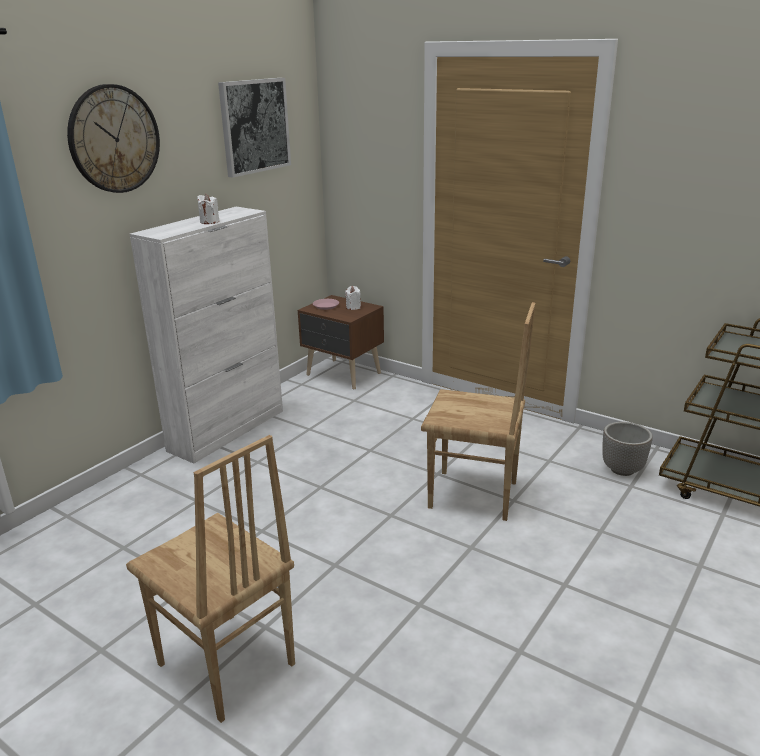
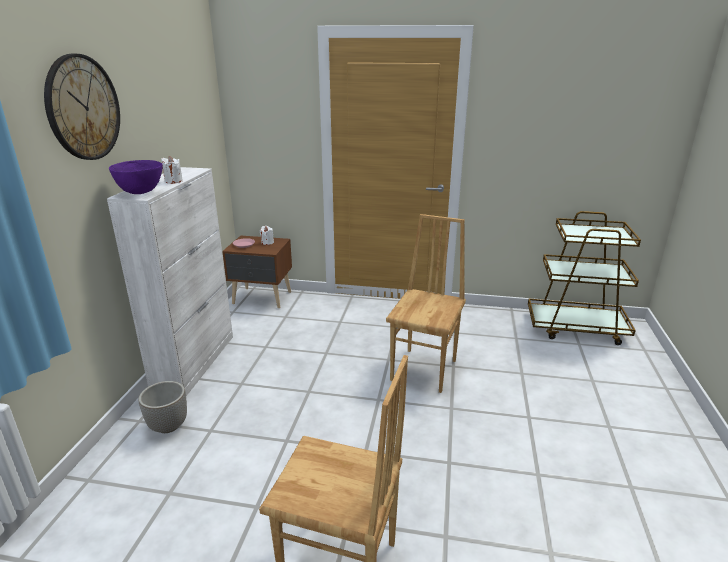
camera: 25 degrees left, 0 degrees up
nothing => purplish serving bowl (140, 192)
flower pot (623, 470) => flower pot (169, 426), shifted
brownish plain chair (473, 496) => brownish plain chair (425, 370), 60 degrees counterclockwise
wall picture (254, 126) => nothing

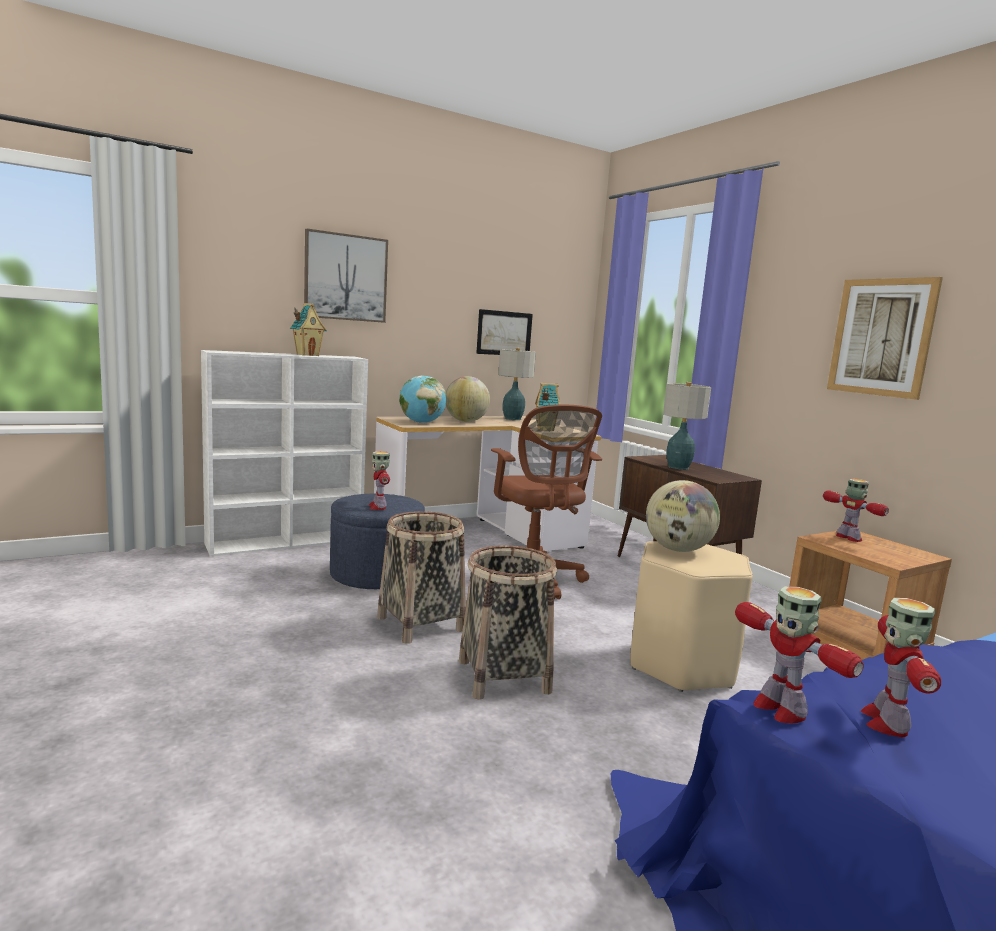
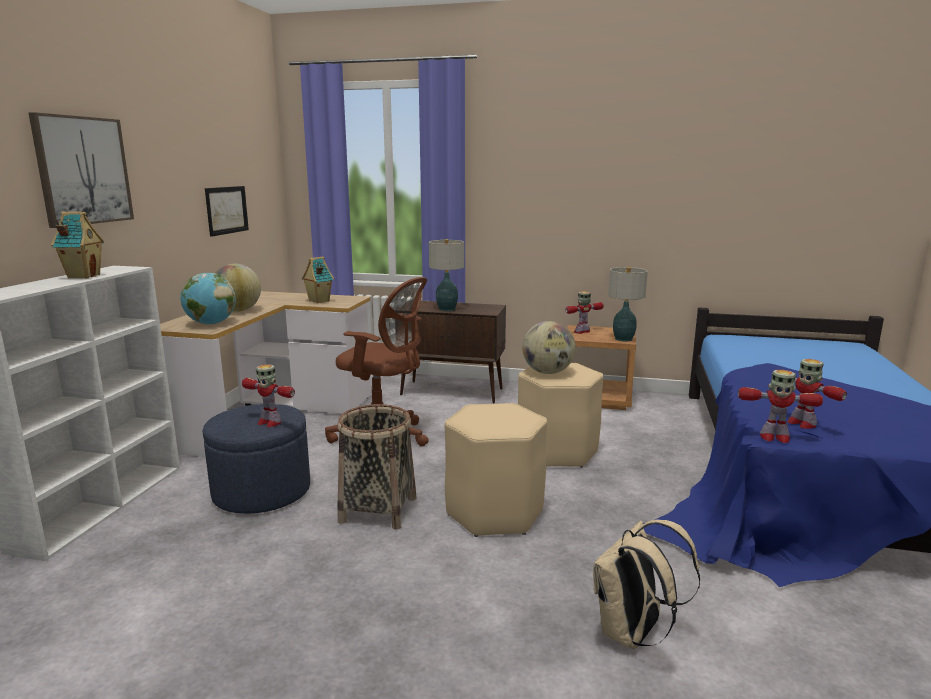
camera: 45 degrees left, 5 degrees up
household basket (504, 676) => beige sitting stool (495, 512)
robot figure (849, 538) => robot figure (582, 332), 45 degrees counterclockwise
nothing => beige rucksack (632, 634)
table lamp (513, 419) => table lamp (623, 339), shifted
wall picture (881, 337) => nothing

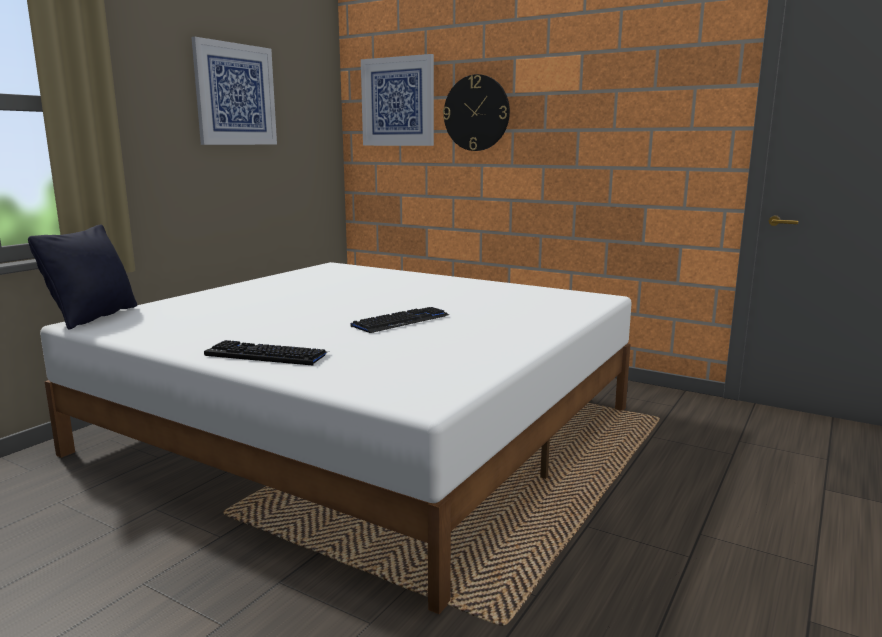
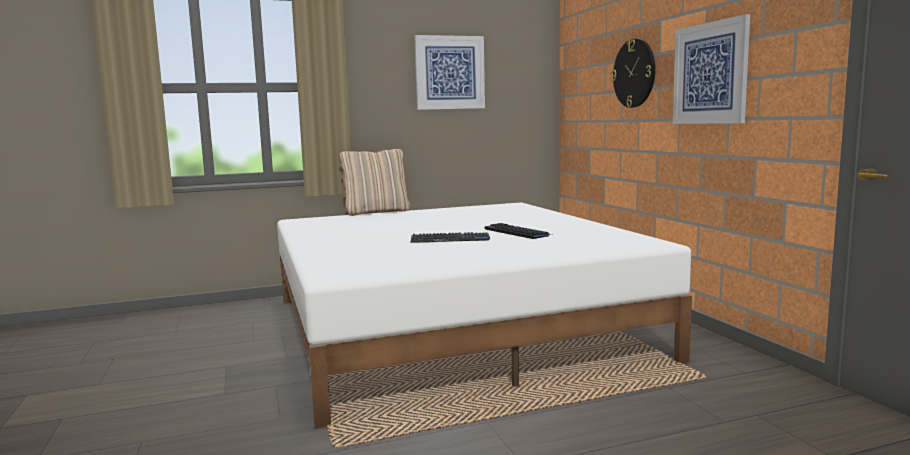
camera: 40 degrees right, 5 degrees down
nothing => beige cushion (376, 212)
PC keyboard (267, 355) => PC keyboard (516, 232), shifted
wall picture (397, 102) => wall picture (710, 73), shifted
blackish cushion (93, 317) => nothing

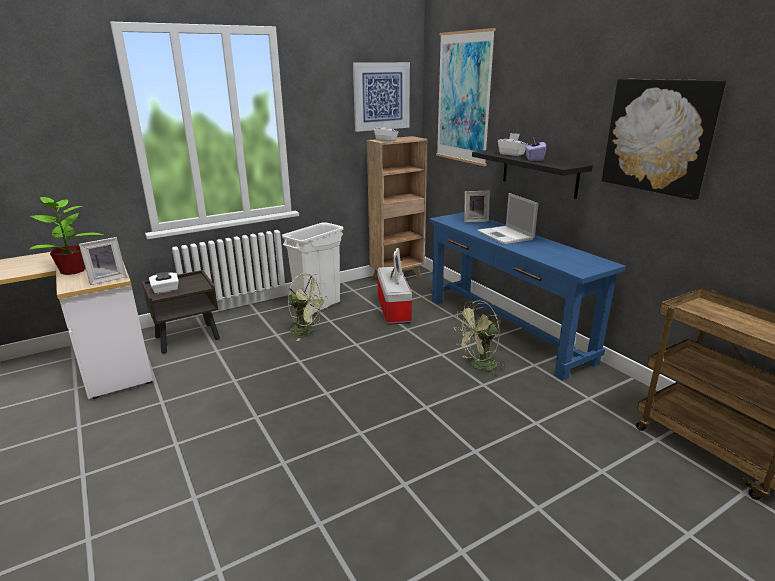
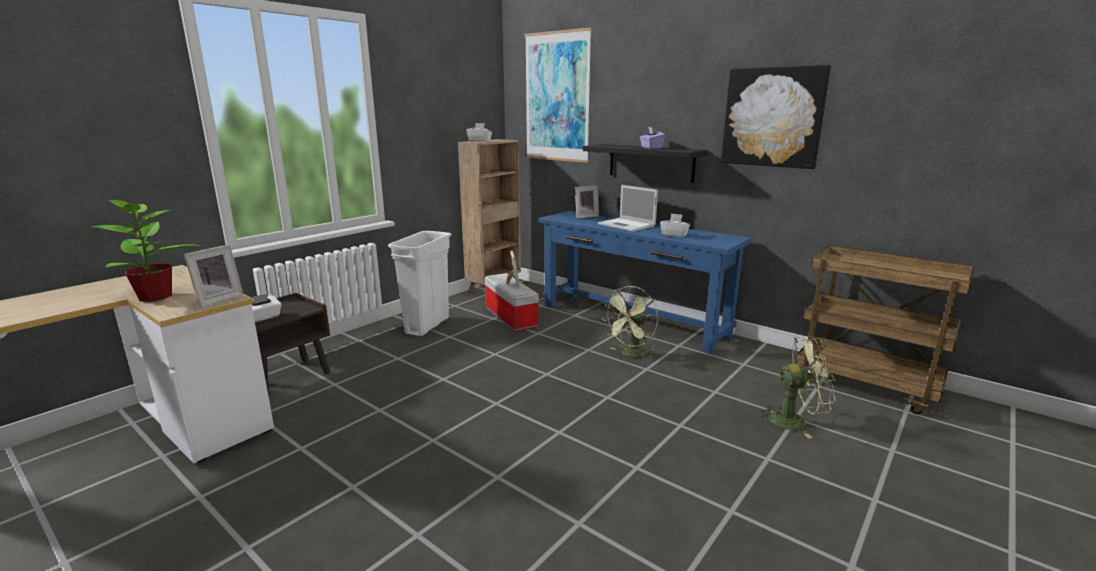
camera: 20 degrees left, 5 degrees down
white-coloured tissue holder (511, 154) => white-coloured tissue holder (674, 235), shifted
green cooling fan (307, 331) => green cooling fan (795, 420), shifted
wall picture (381, 96) => nothing

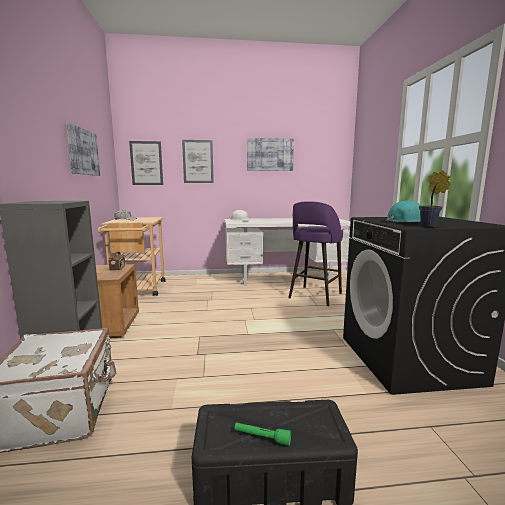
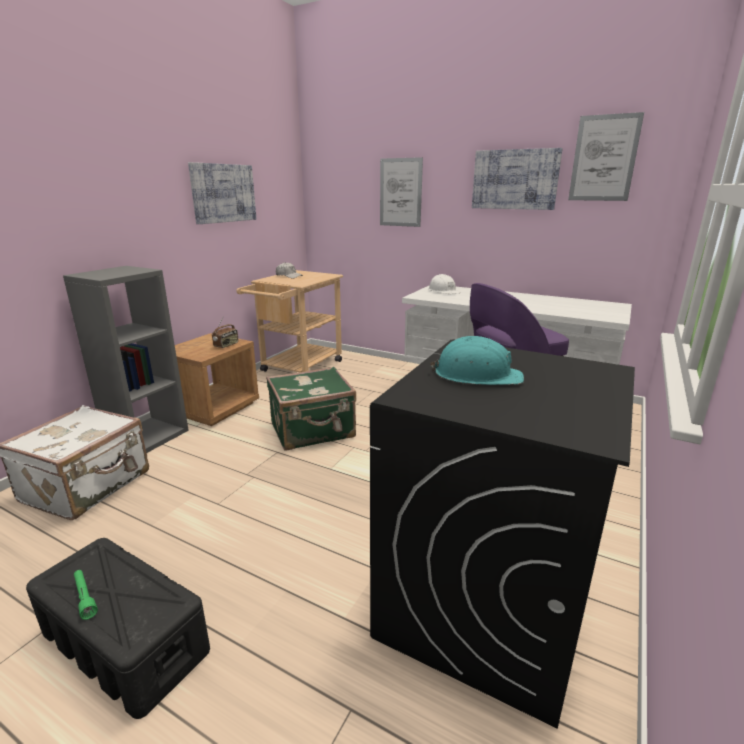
camera: 35 degrees right, 10 degrees up
nothing => green piece of luggage (313, 431)
wall picture (146, 163) => wall picture (604, 158), shifted
plant in a pot (430, 226) => nothing

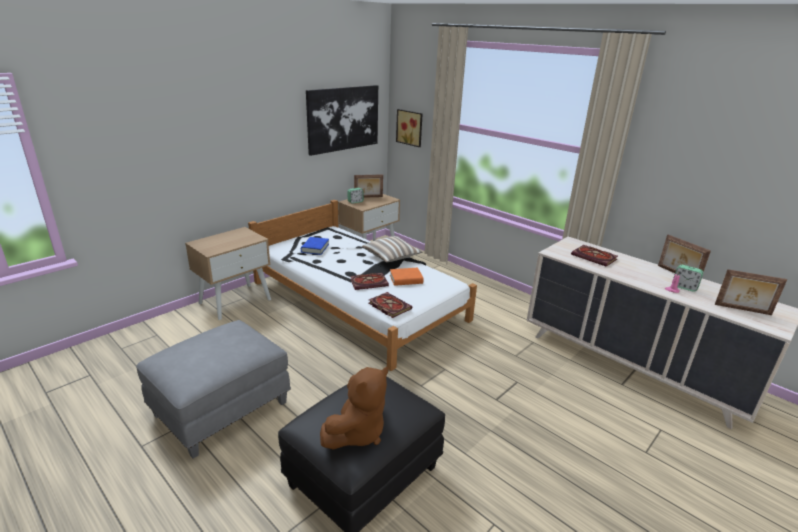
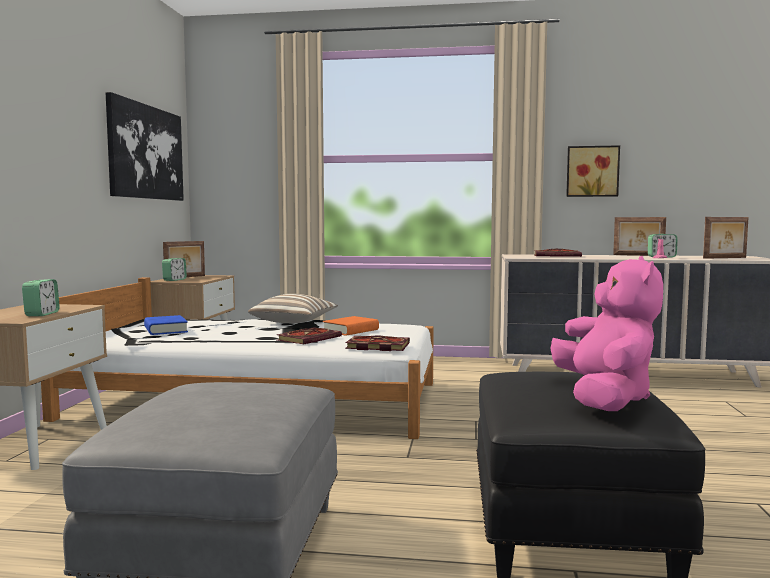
camera: 35 degrees left, 20 degrees down
nothing => alarm clock (42, 314)
brownish cuddly toy (357, 432) => pink-coloured cuddly toy (604, 398)
wall picture (410, 127) => wall picture (592, 171), shifted

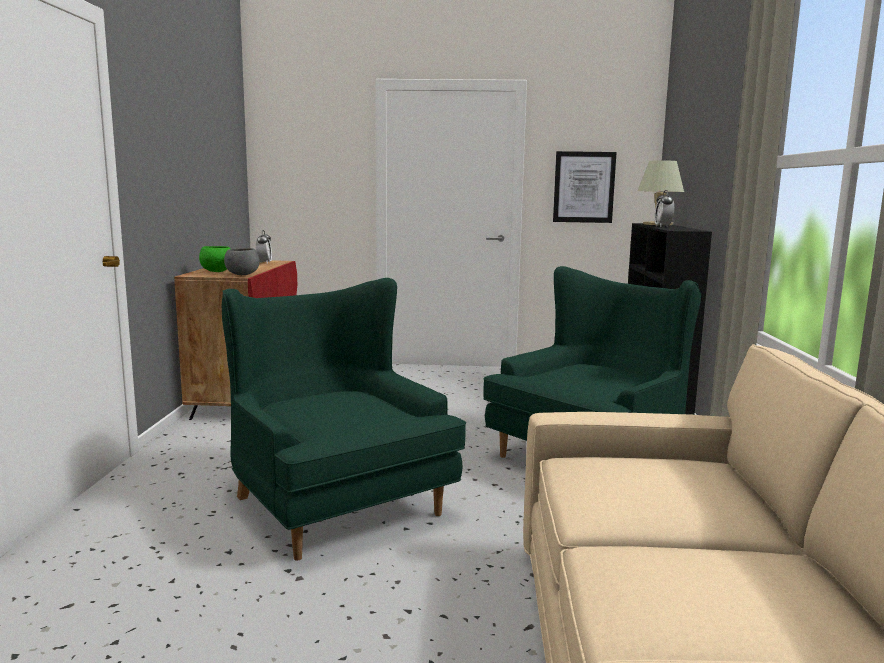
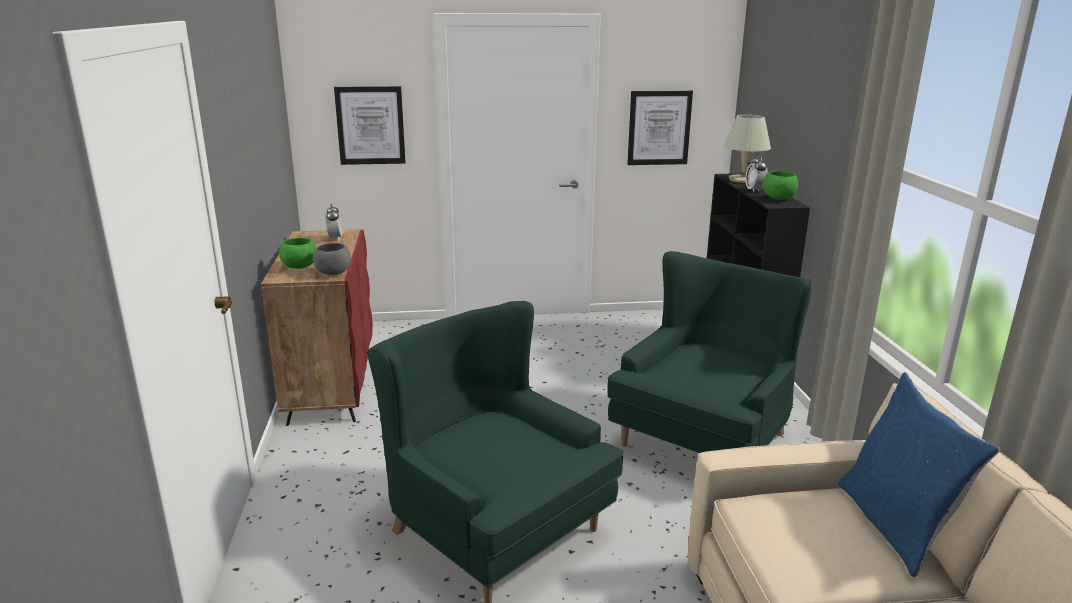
camera: 10 degrees left, 10 degrees up
nothing => wall picture (370, 125)
nothing => green serving bowl (778, 199)
nothing => blue cushion (896, 525)

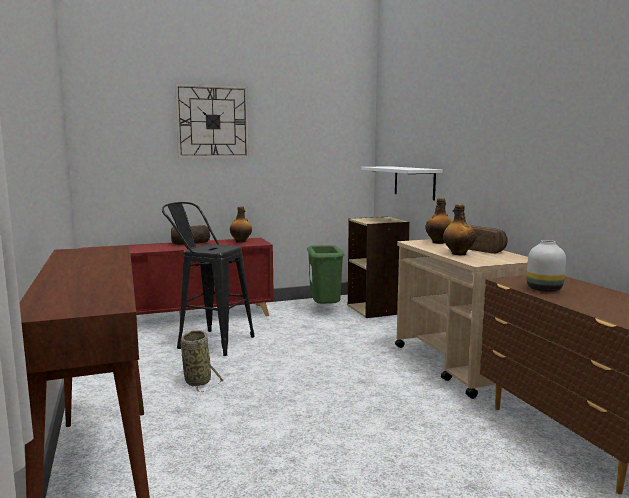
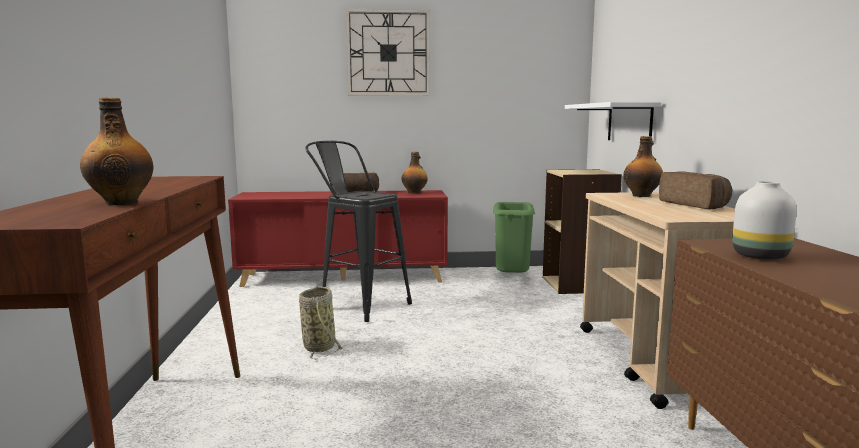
camera: 15 degrees right, 0 degrees up
beverage bottle (458, 254) => beverage bottle (122, 202), shifted

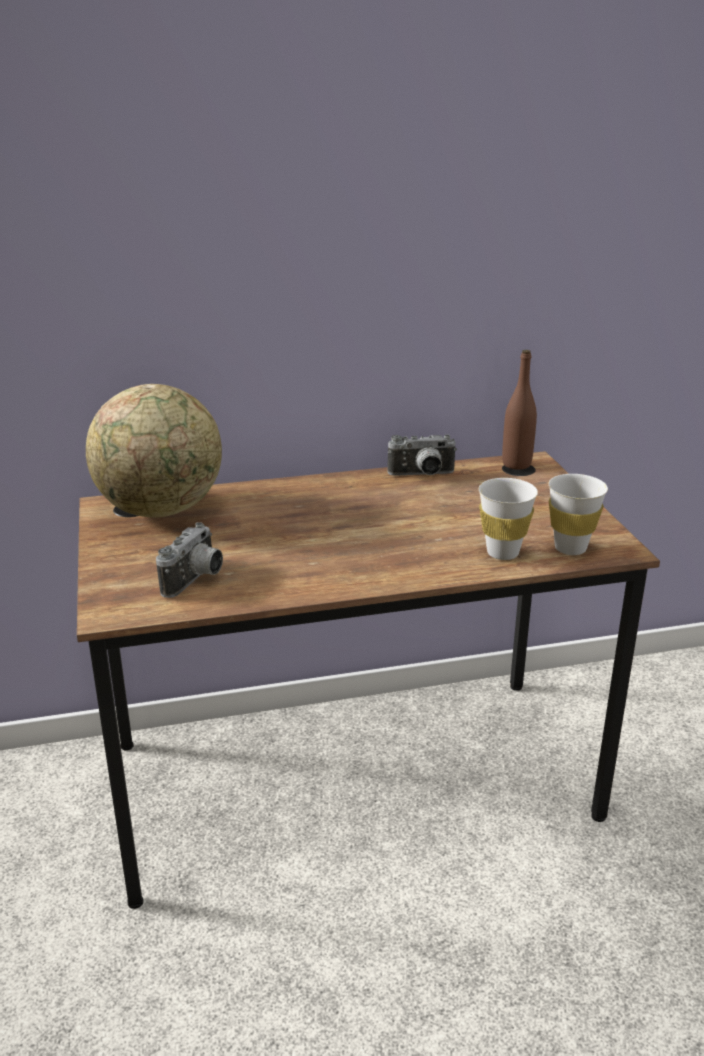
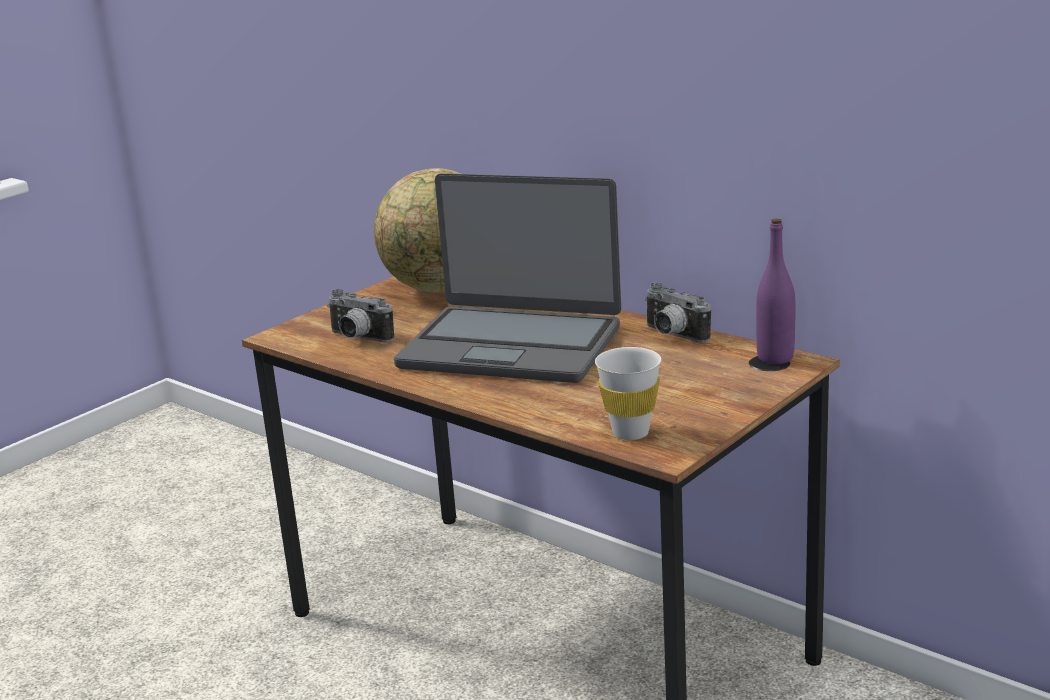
camera: 55 degrees right, 5 degrees down
photo camera (196, 580) => photo camera (357, 338), 45 degrees clockwise
nothing => notebook computer (511, 346)
brownish beverage bottle (516, 464) => purplish beverage bottle (775, 358)
white-coloured small cup (502, 553) => nothing

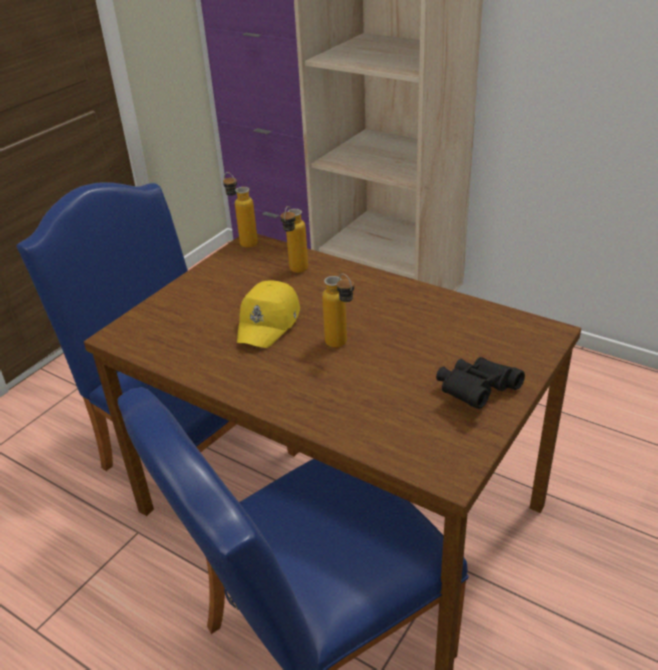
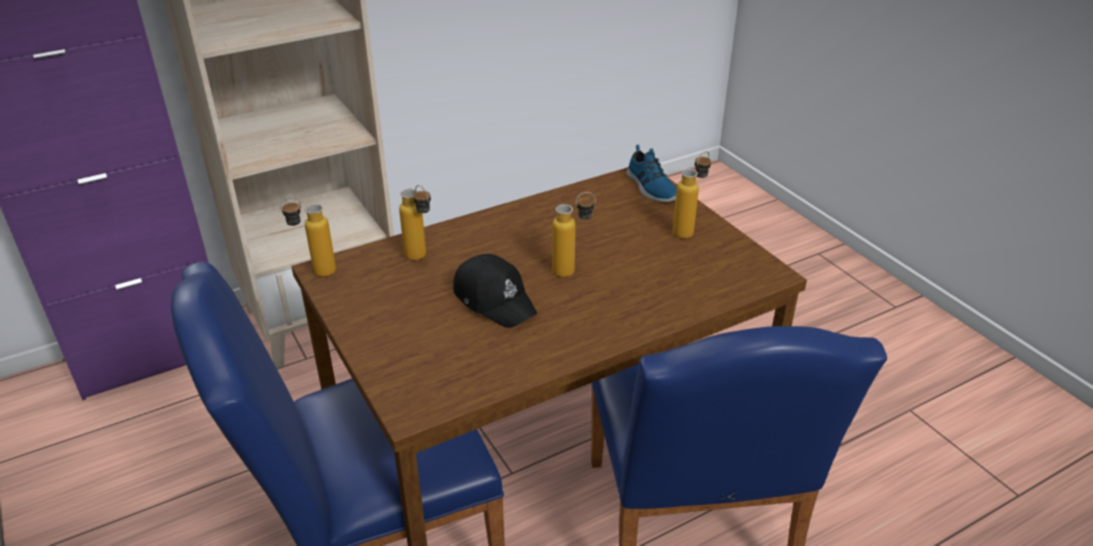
camera: 65 degrees left, 0 degrees up
yellow-coloured cap (269, 323) => blackish cap (495, 299)
nothing => low shoe (651, 188)
blackish binoculars (476, 392) => beverage bottle (688, 230)

